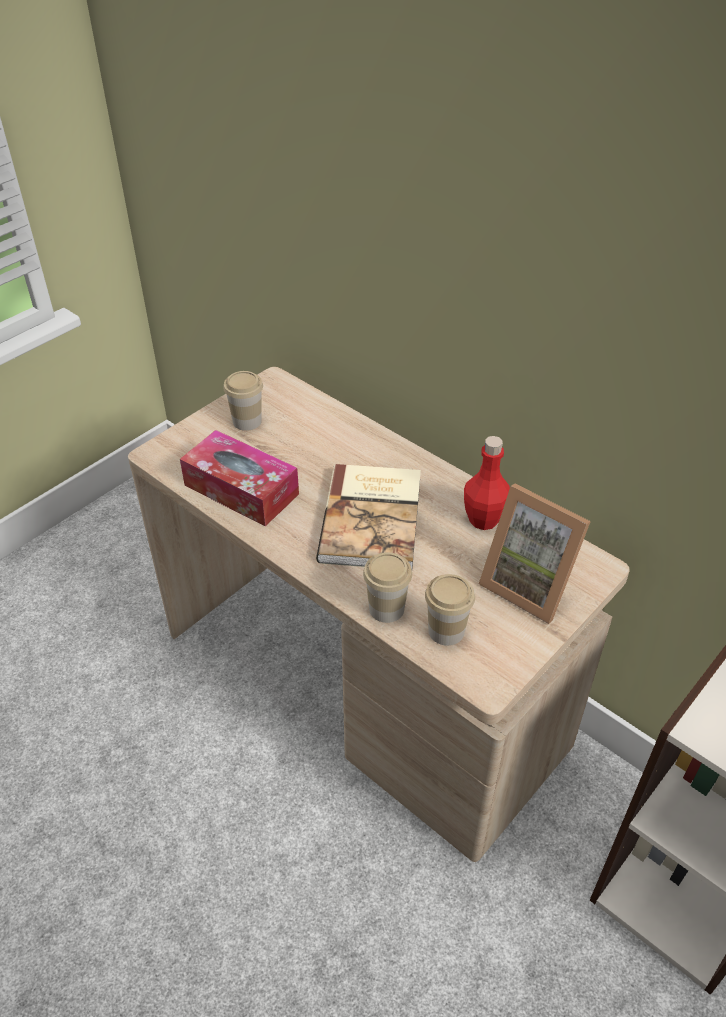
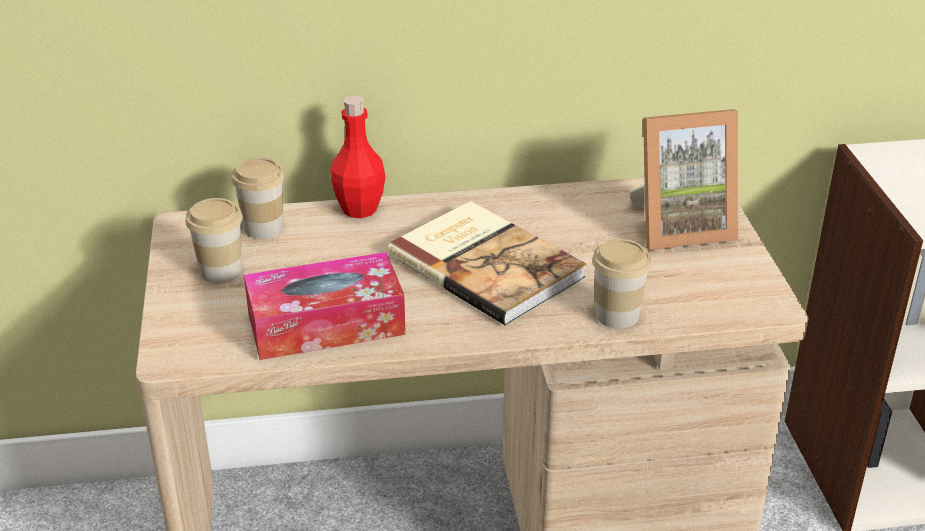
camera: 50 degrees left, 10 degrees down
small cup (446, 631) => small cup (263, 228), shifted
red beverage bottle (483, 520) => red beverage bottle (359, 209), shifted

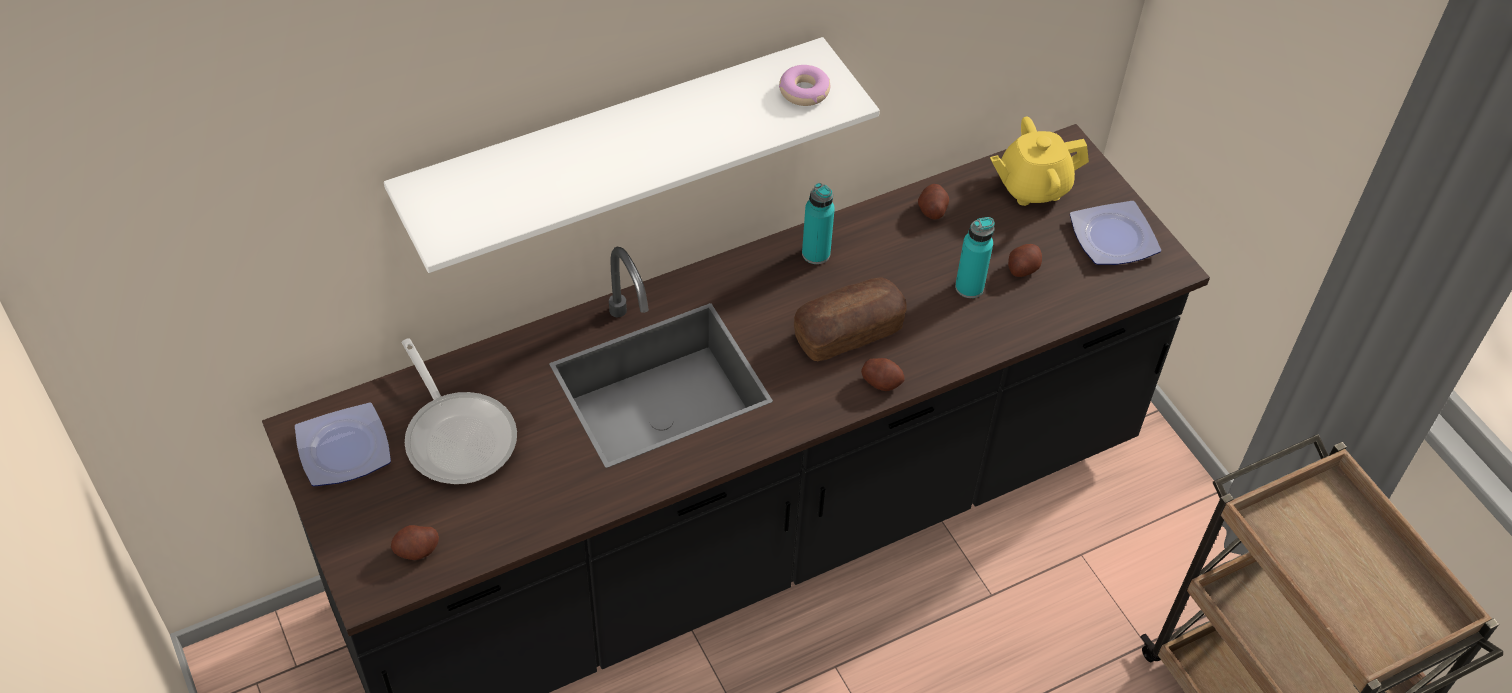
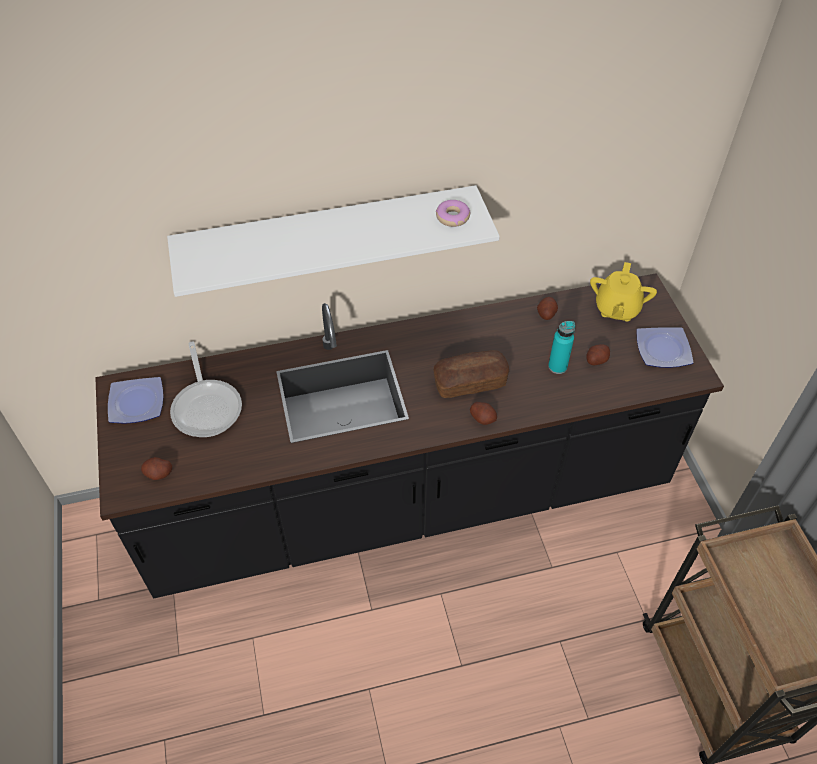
camera: 15 degrees right, 0 degrees up
yellow-coloured teapot (1032, 186) => yellow-coloured teapot (616, 309), 75 degrees counterclockwise
turquoise-coloured beverage bottle (816, 253) => nothing

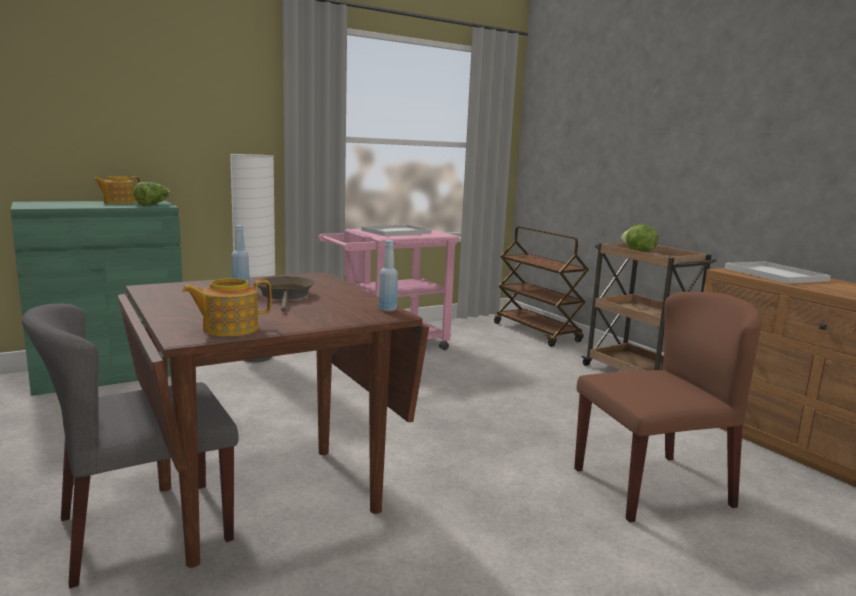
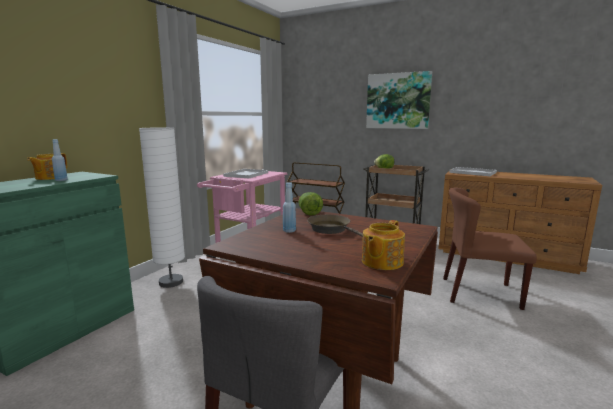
camera: 30 degrees left, 0 degrees up
blue beverage bottle (387, 309) => blue beverage bottle (61, 180), shifted
head of lettuce (153, 204) => head of lettuce (309, 212), shifted
nothing => wall picture (398, 101)
brownish plain chair (652, 486) => brownish plain chair (479, 293), 120 degrees counterclockwise

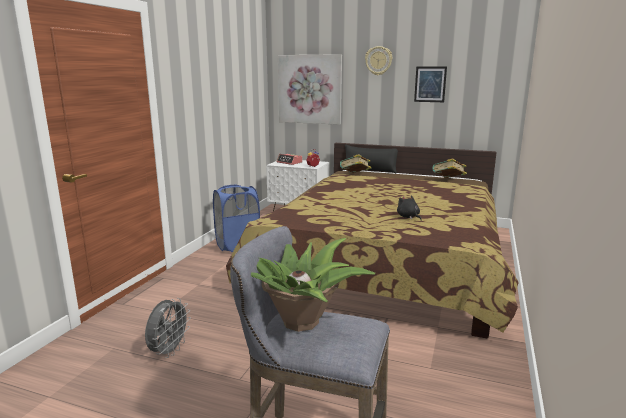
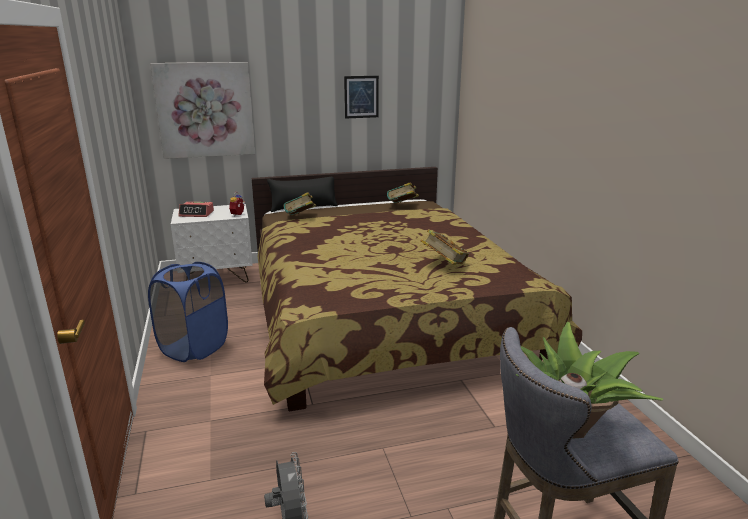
camera: 35 degrees left, 5 degrees up
blackish cuddly toy (408, 217) => volume (444, 264)
hanging clock (378, 60) => nothing

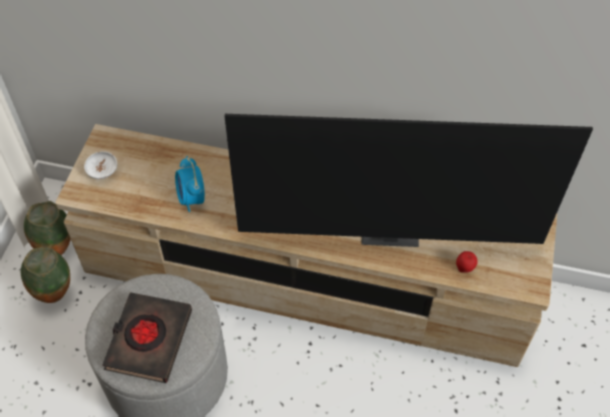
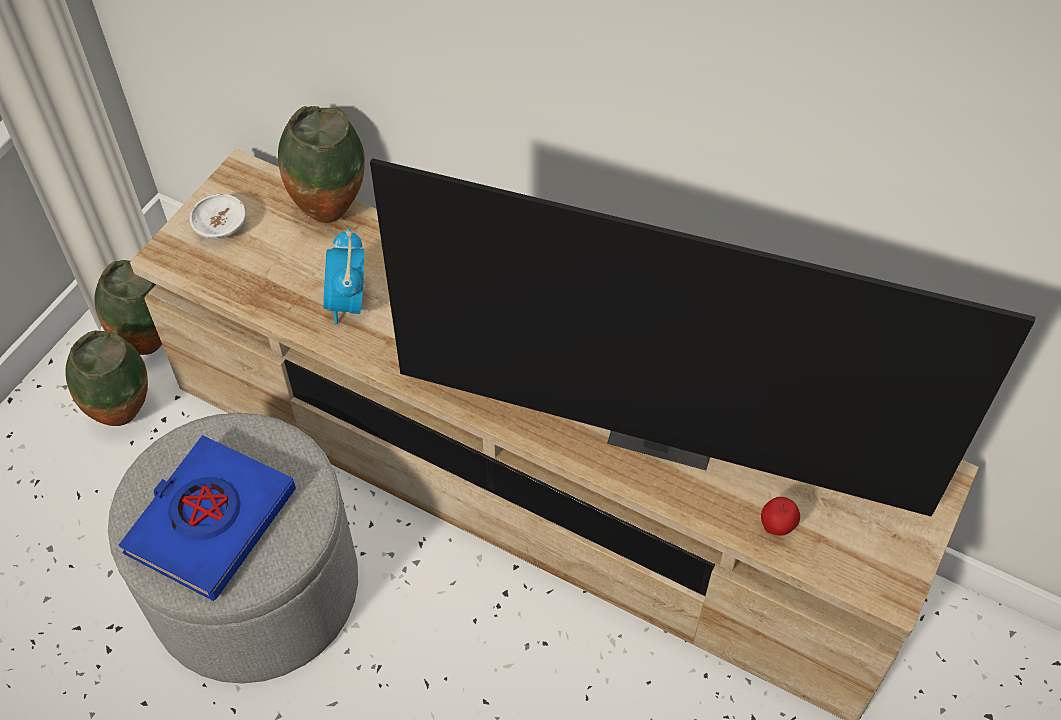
camera: 15 degrees right, 0 degrees up
blackish volume (148, 340) => blue volume (210, 521)
nothing => flower vase (331, 213)

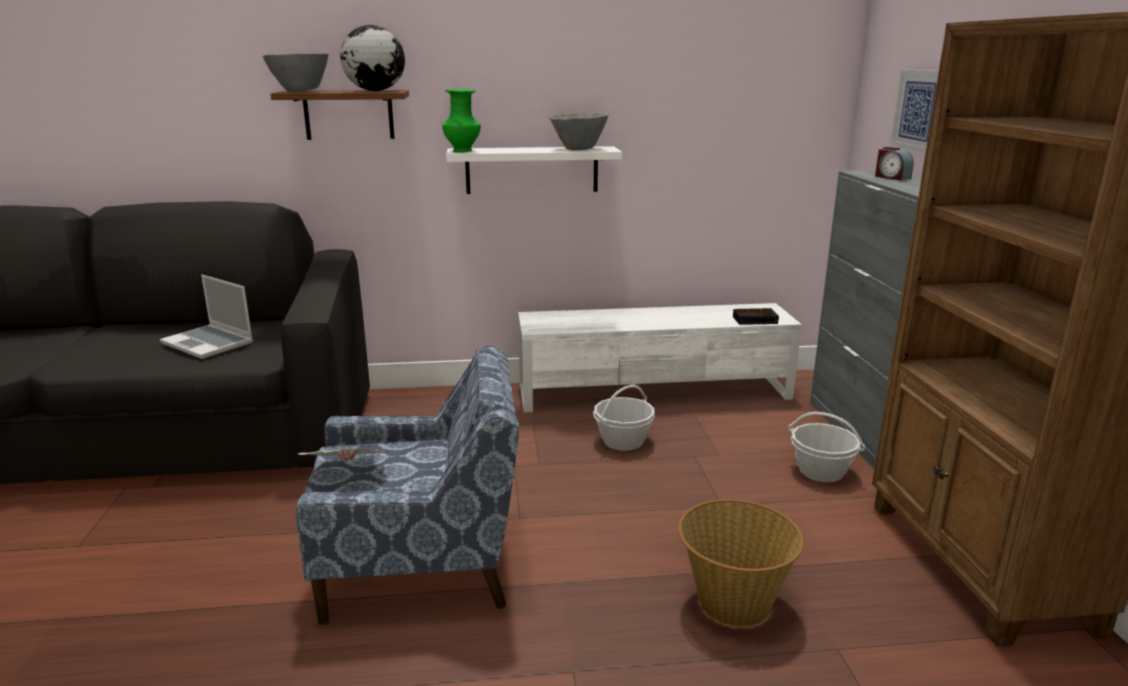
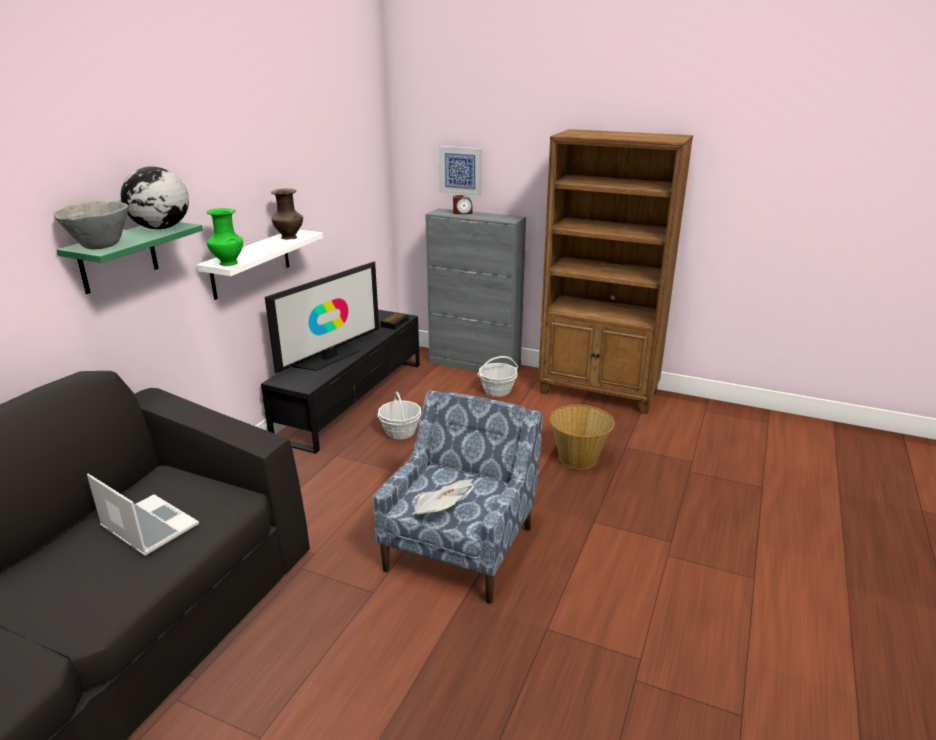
camera: 60 degrees left, 5 degrees up
brownish wall shelf (349, 114) => green wall shelf (118, 257)
notebook computer (209, 343) => notebook computer (148, 527), 120 degrees counterclockwise
white-coloured tv unit (654, 391) => blackish tv unit (353, 399)
nothing => TV set (330, 357)
grey serving bowl (578, 149) => brownish flower vase (290, 238)

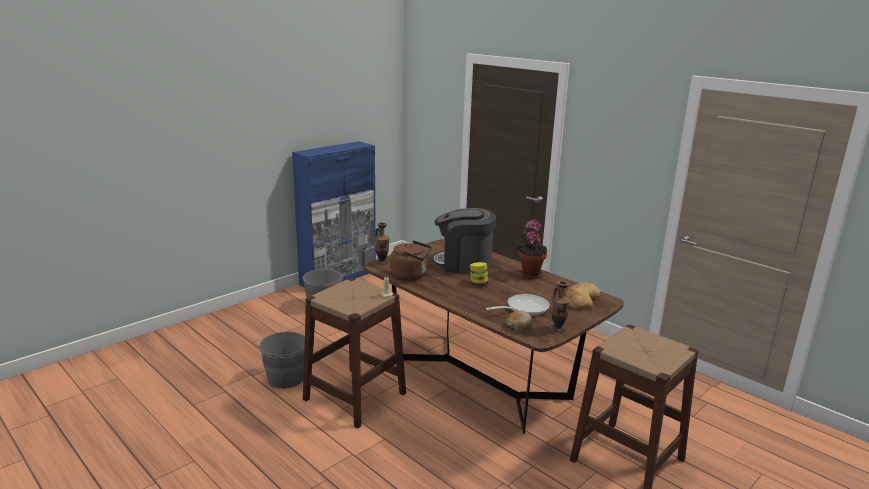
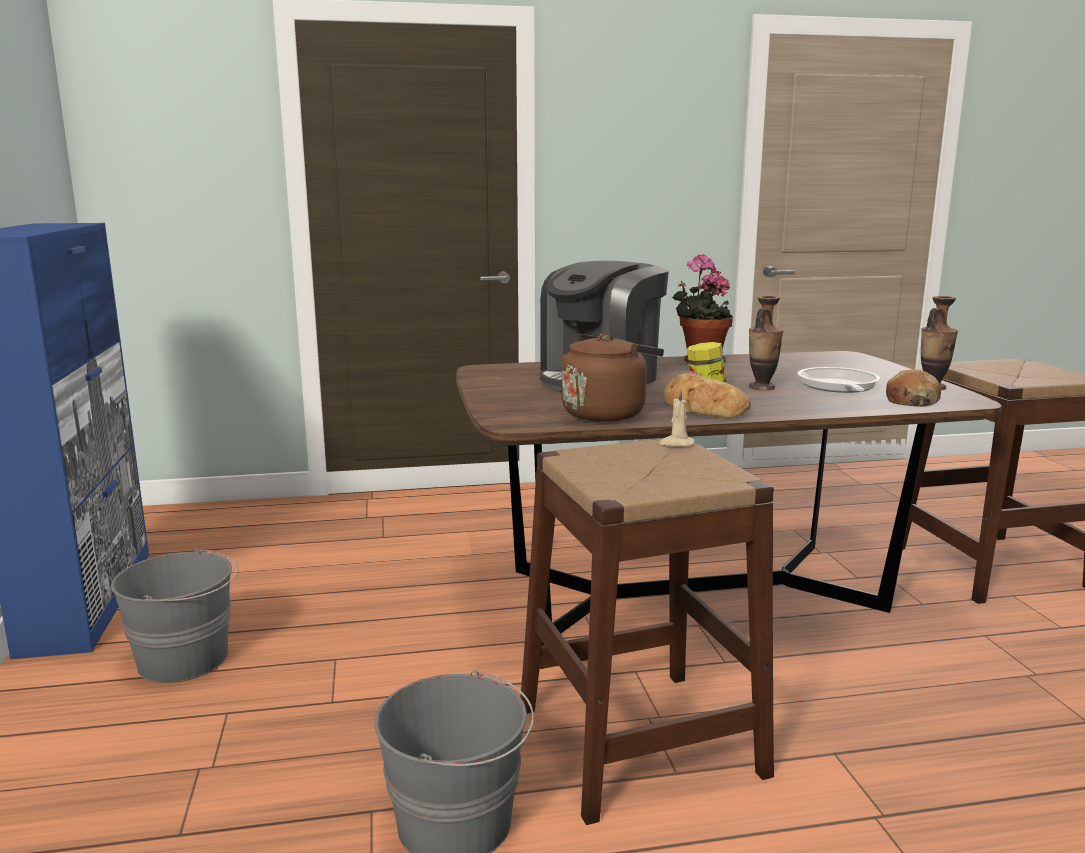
camera: 55 degrees left, 5 degrees down
bread (581, 300) => bread (702, 408), shifted
flower vase (382, 262) => flower vase (761, 387), shifted

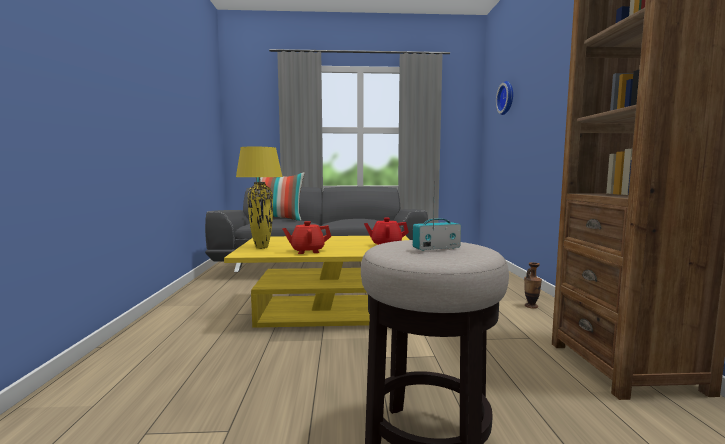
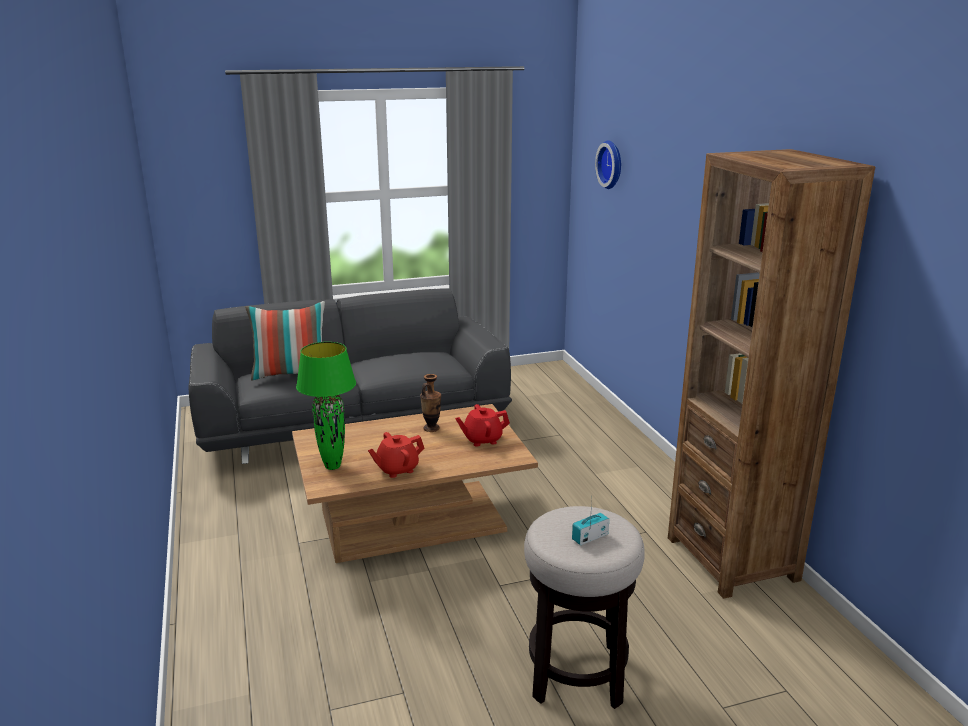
camera: 15 degrees left, 15 degrees up
yellow-coloured low table (329, 311) => brownish low table (413, 521)
yellow-coloured table lamp (262, 247) => green table lamp (333, 466)
flower vase (531, 306) => flower vase (431, 428), shifted

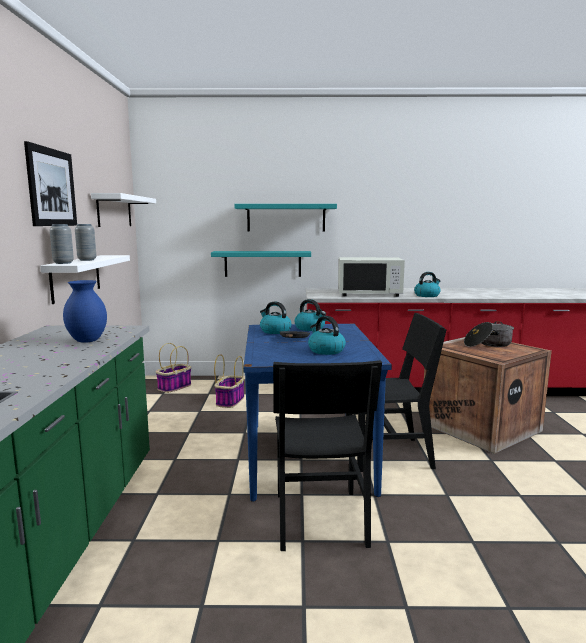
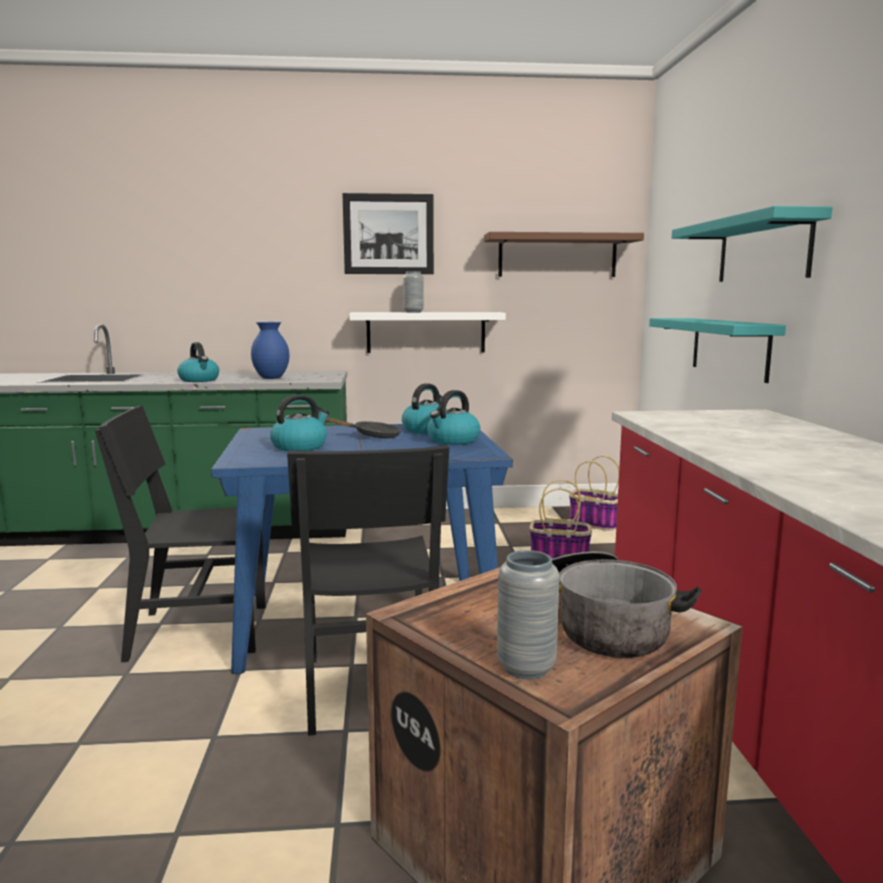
camera: 85 degrees right, 0 degrees up
water kettle (427, 295) => water kettle (199, 380), shifted
white-coloured wall shelf (114, 211) => brownish wall shelf (557, 256)
grey flower vase (63, 263) => grey flower vase (526, 668), shifted
white-coloured kitchen microwave (369, 294) => nothing

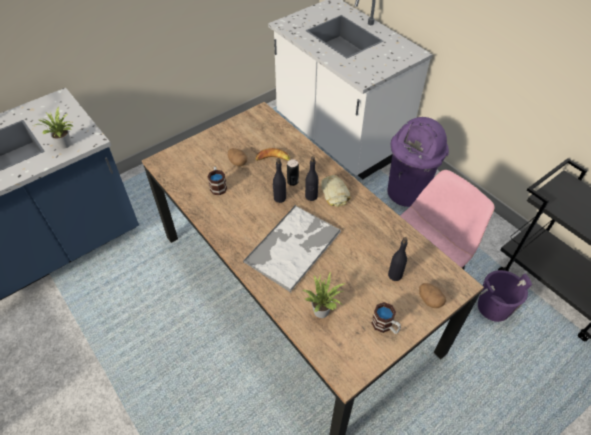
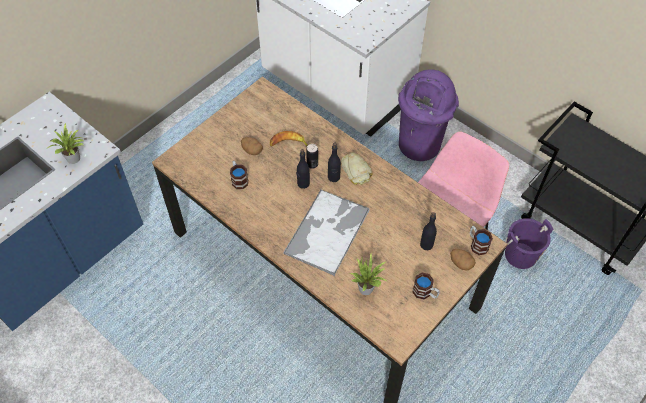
camera: 10 degrees left, 5 degrees up
nothing => coffee mug (477, 244)

